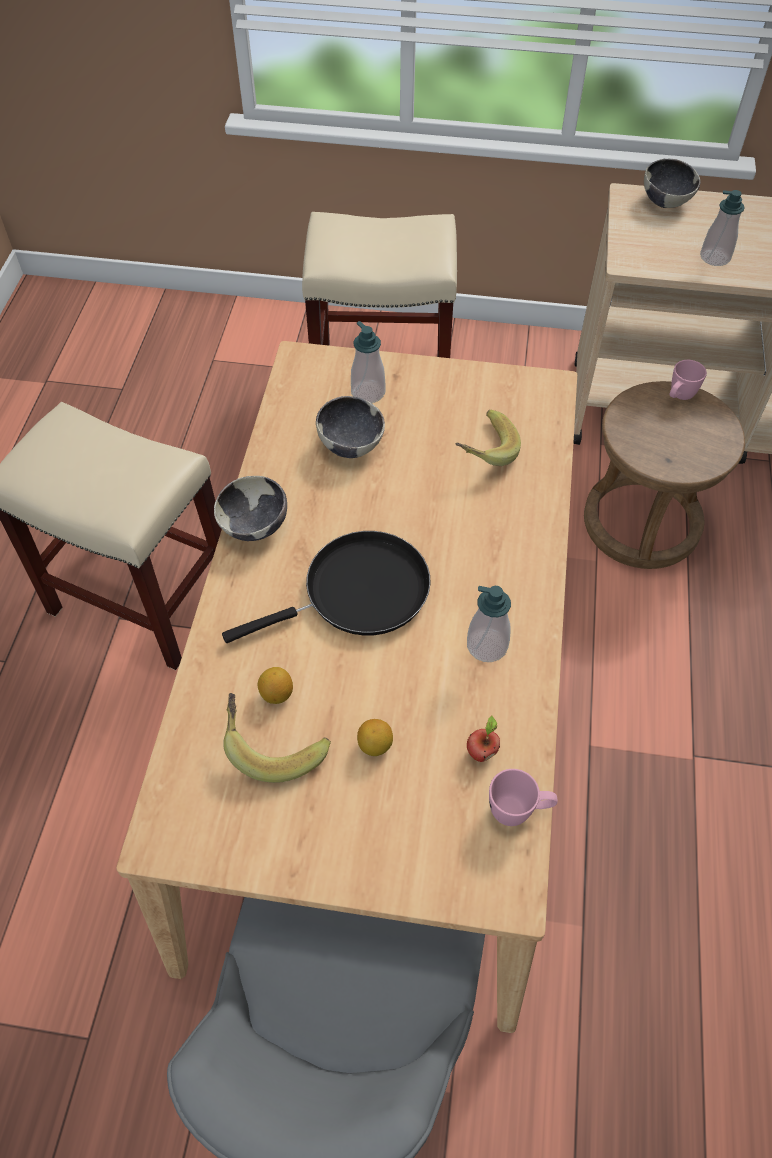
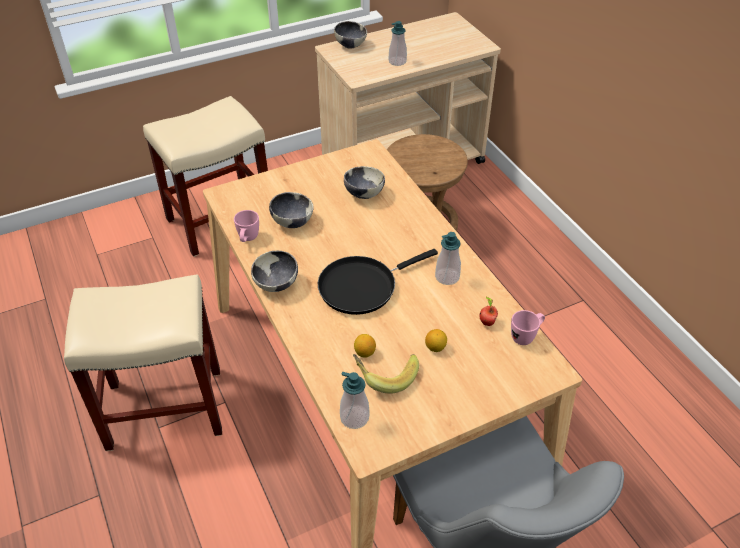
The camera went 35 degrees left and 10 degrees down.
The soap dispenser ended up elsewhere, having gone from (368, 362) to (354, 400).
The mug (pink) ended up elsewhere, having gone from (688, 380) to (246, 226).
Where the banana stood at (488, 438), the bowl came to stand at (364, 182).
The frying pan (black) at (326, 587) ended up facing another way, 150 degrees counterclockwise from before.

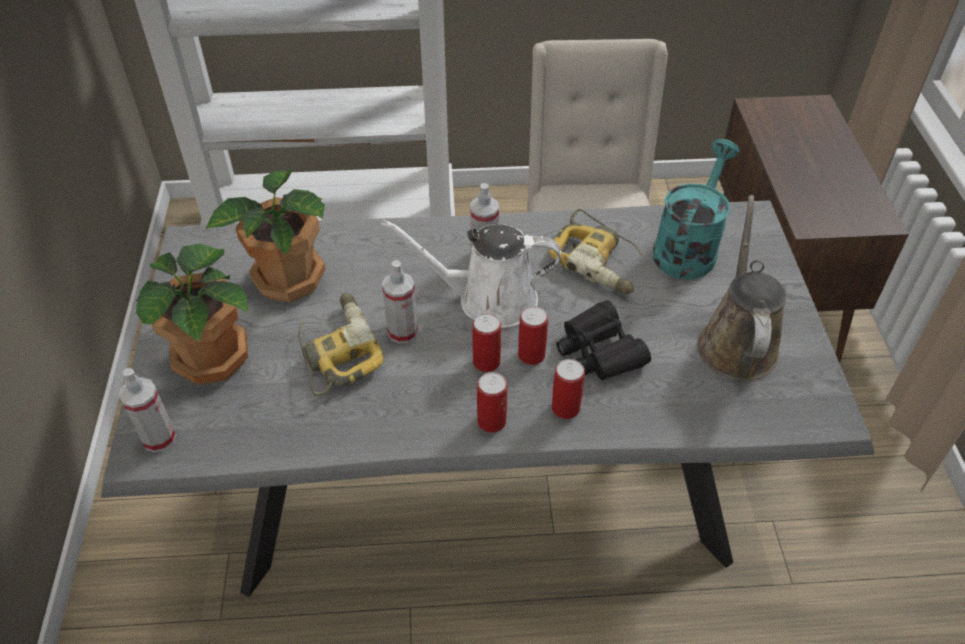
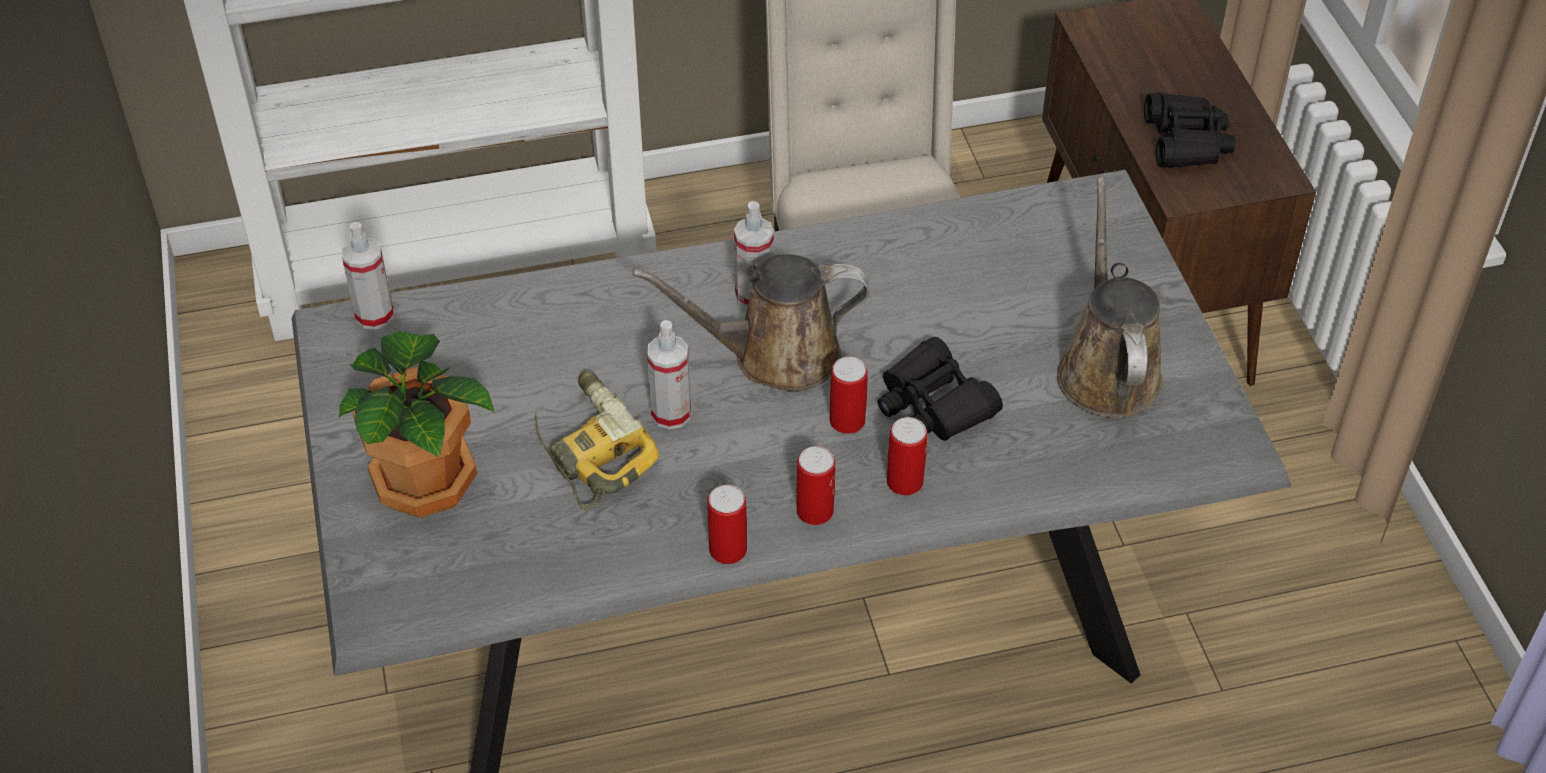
The camera went 10 degrees left and 0 degrees up.
The second view lost the potted plant at (265, 235).
The second view lost the power drill at (596, 251).
The second view lost the watering can (turquoise) at (696, 209).
The second view gained the binoculars (black) at (1189, 130).
The spray bottle ended up elsewhere, having gone from (147, 410) to (368, 276).
The can ended up elsewhere, having gone from (486, 342) to (727, 524).
What was the watering can (white) at (471, 274) turned into the watering can (brown) at (750, 323).

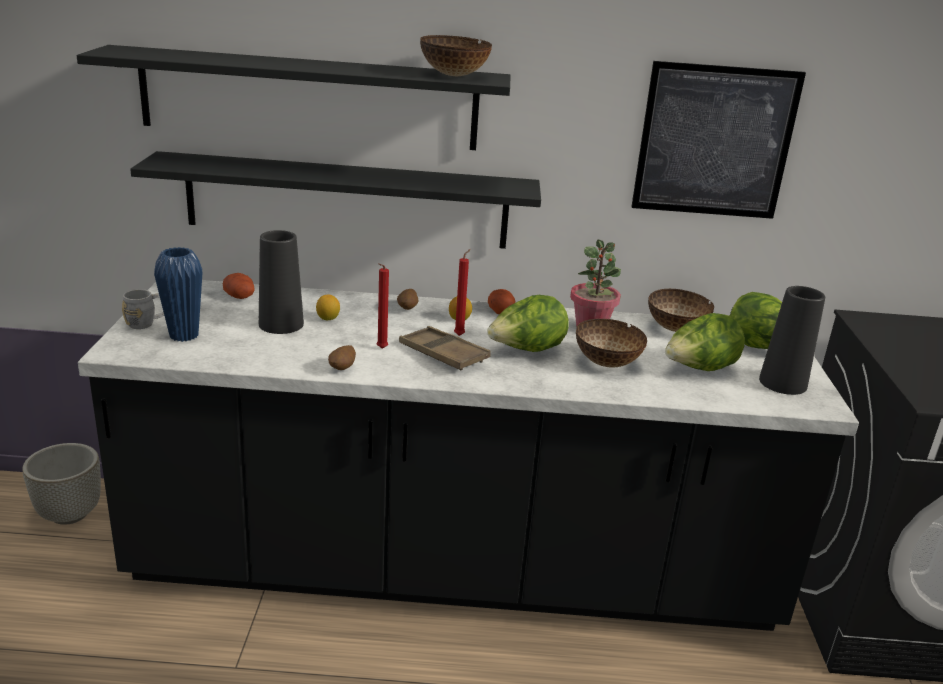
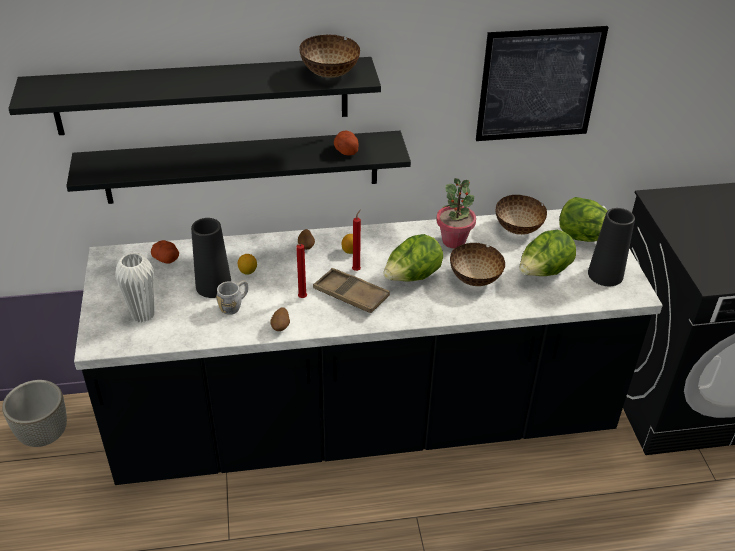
The camera went 10 degrees left and 15 degrees up.
The mug (grey) ended up elsewhere, having gone from (143, 309) to (232, 298).
The potato ended up elsewhere, having gone from (501, 302) to (346, 143).
What was the vase (blue) at (178, 294) turned into the vase (white) at (134, 288).

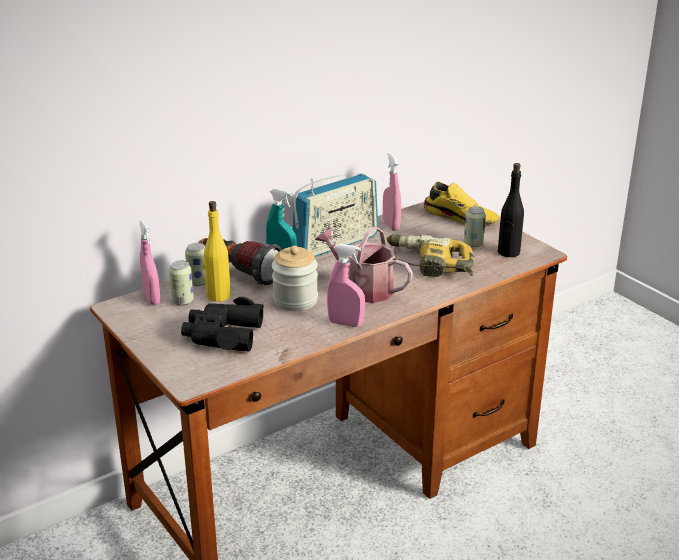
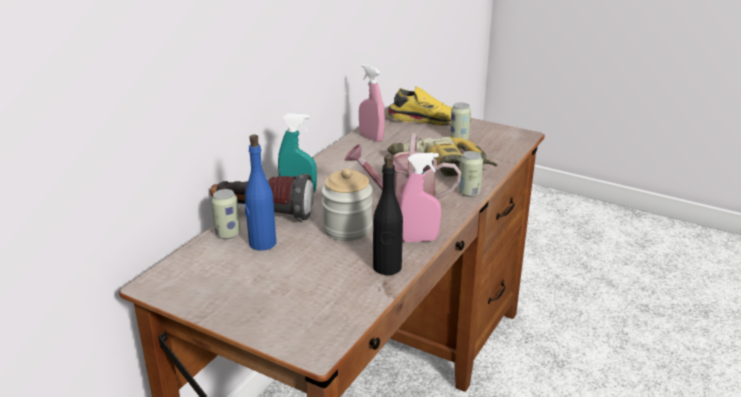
The camera went 25 degrees left and 0 degrees up.
The second view lost the spray bottle (pink) at (149, 262).
The second view lost the binoculars (black) at (222, 324).
The second view lost the radio at (335, 215).
The can ended up elsewhere, having gone from (181, 283) to (470, 174).
The bottle (black) ended up elsewhere, having gone from (511, 210) to (388, 214).
What was the bottle (yellow) at (217, 251) turned into the bottle (blue) at (260, 193).

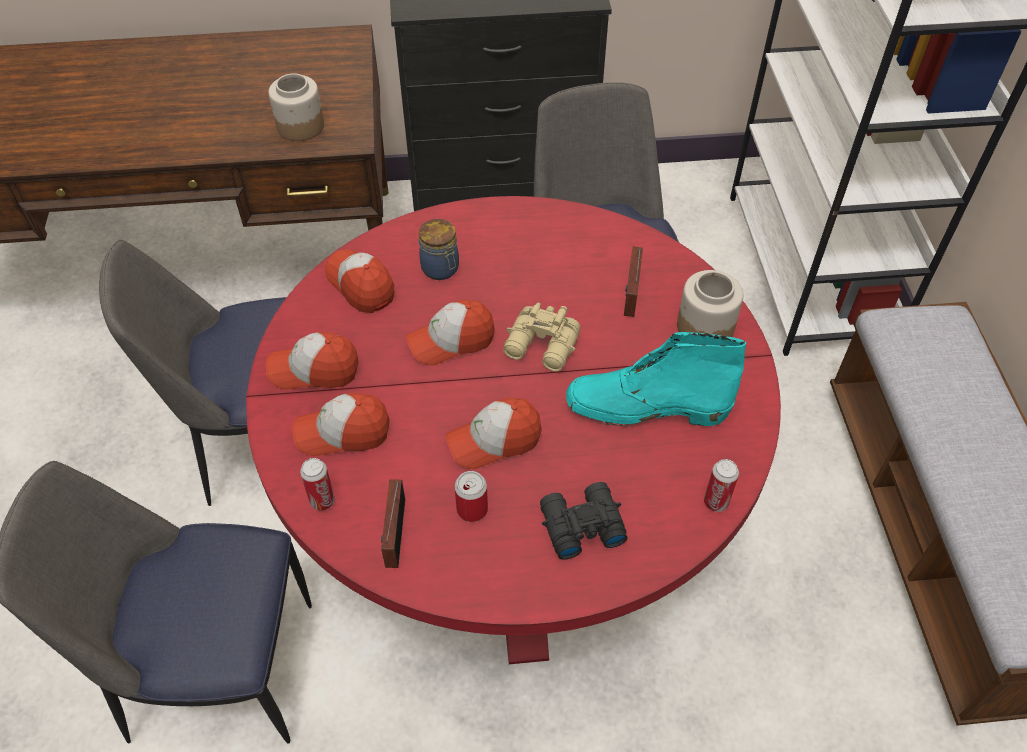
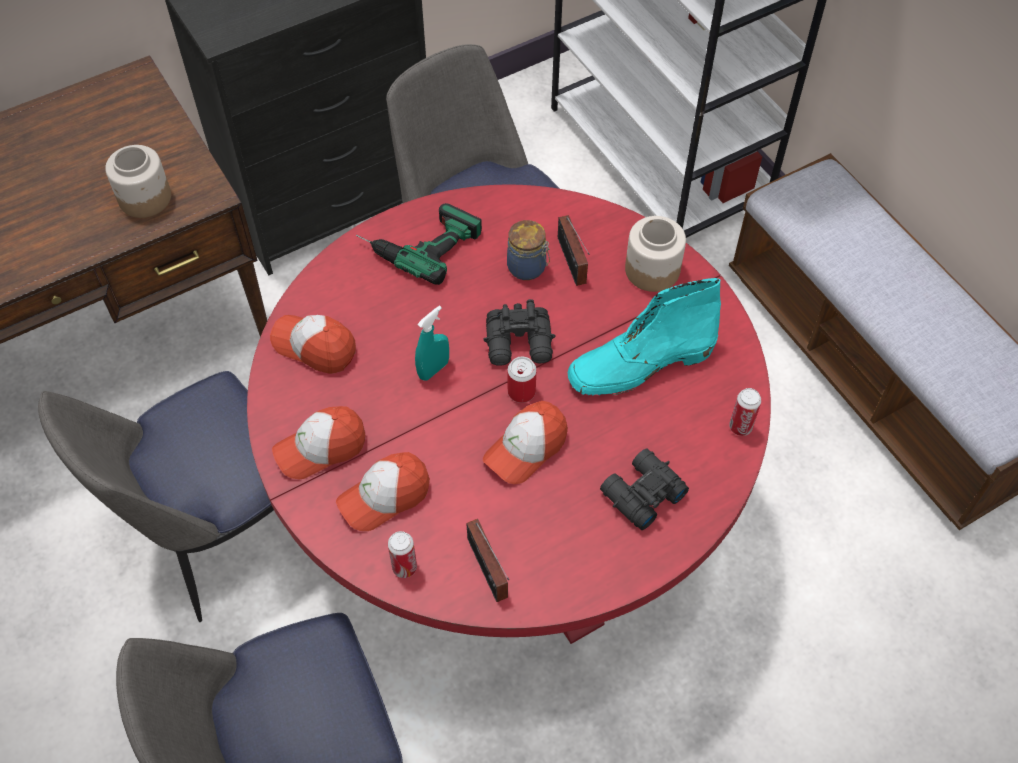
The camera went 25 degrees left and 5 degrees up.
The second view gained the power drill at (419, 244).
The jar ended up elsewhere, having gone from (439, 249) to (528, 250).
The can ended up elsewhere, having gone from (471, 496) to (522, 380).
Where the cap stood at (450, 333), the spray bottle (turquoise) came to stand at (432, 343).
What was the binoculars (beige) at (542, 337) turned into the binoculars (black) at (519, 332).

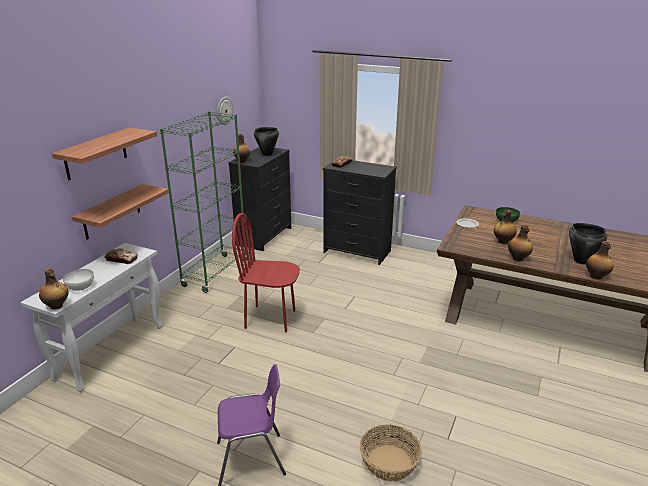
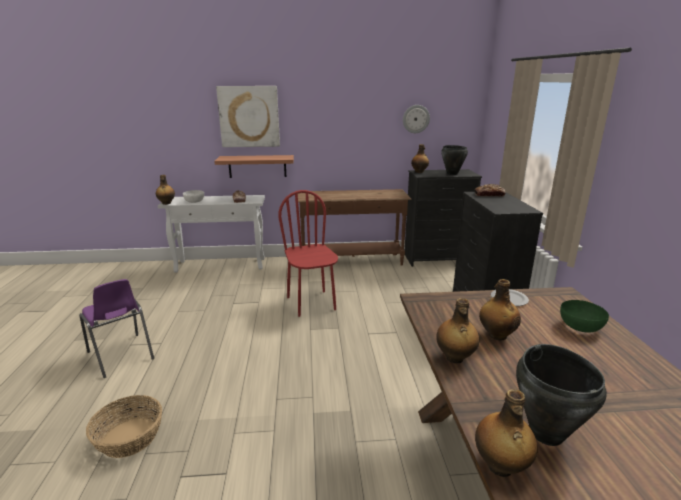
The camera went 60 degrees right and 5 degrees down.
Where the shelf hung at (104, 154), the picture came to hang at (248, 116).
Where the bookcase (green) stood at (203, 202), the console table (brown) came to stand at (355, 227).

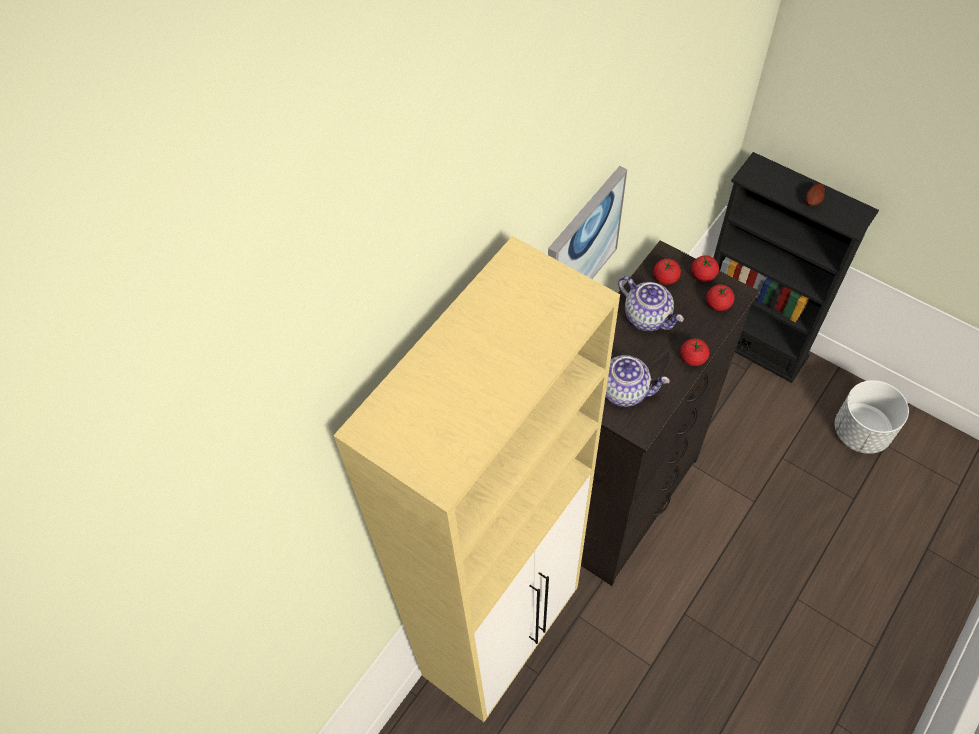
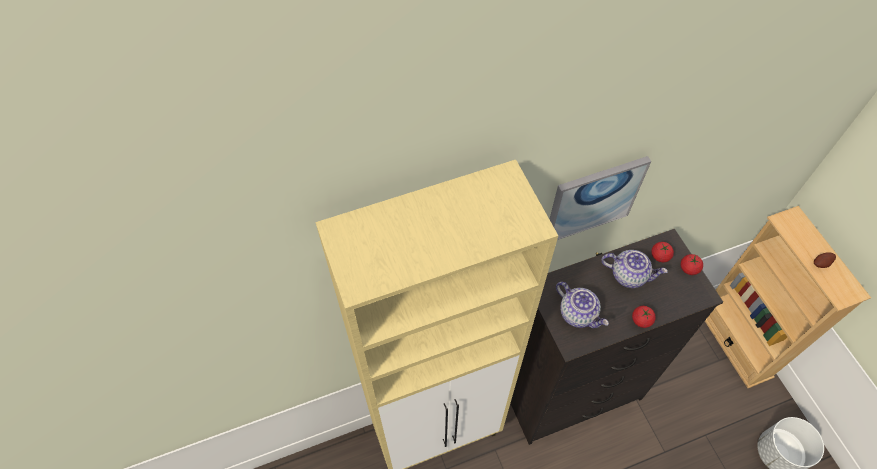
The camera went 30 degrees right and 0 degrees up.
The second view lost the tomato at (720, 297).
What was the bookcase (black) at (796, 267) turned into the bookcase (beige) at (788, 297).
The teapot at (651, 303) ended up facing another way, 60 degrees counterclockwise from before.

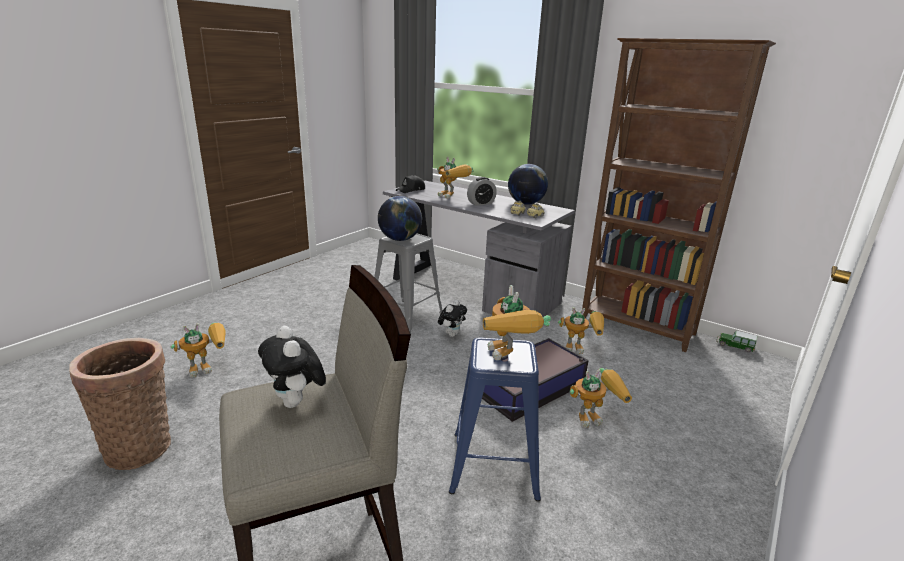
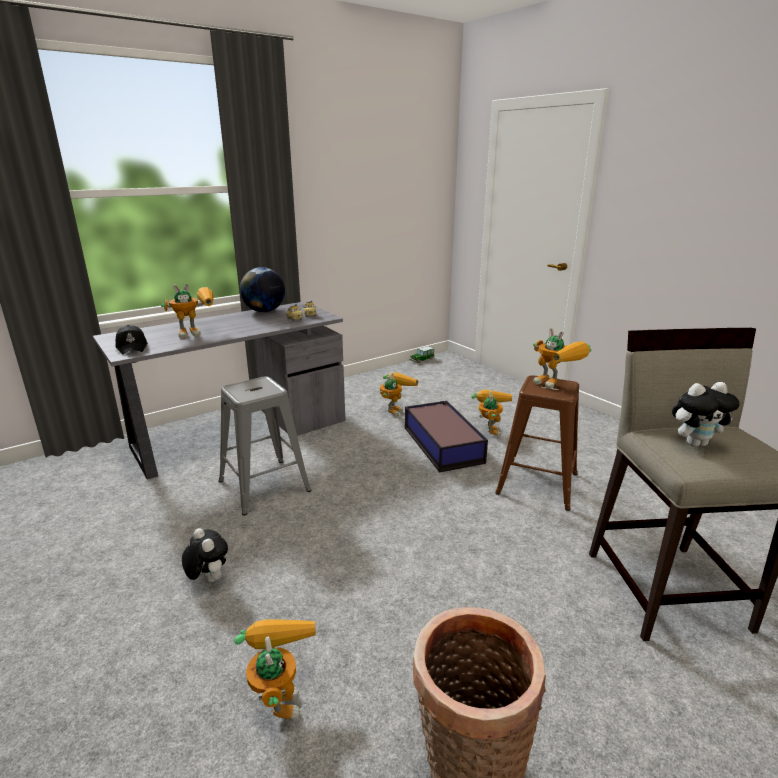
The camera went 70 degrees left and 0 degrees up.
The second view lost the globe at (400, 218).
The second view lost the alarm clock at (482, 191).
The second view lost the bookcase (brown) at (679, 195).
The plush toy ended up elsewhere, having gone from (452, 318) to (205, 555).
What was the stool (blue) at (495, 420) turned into the stool (brown) at (537, 443).
The toy robot at (517, 322) ended up facing another way, 45 degrees clockwise from before.

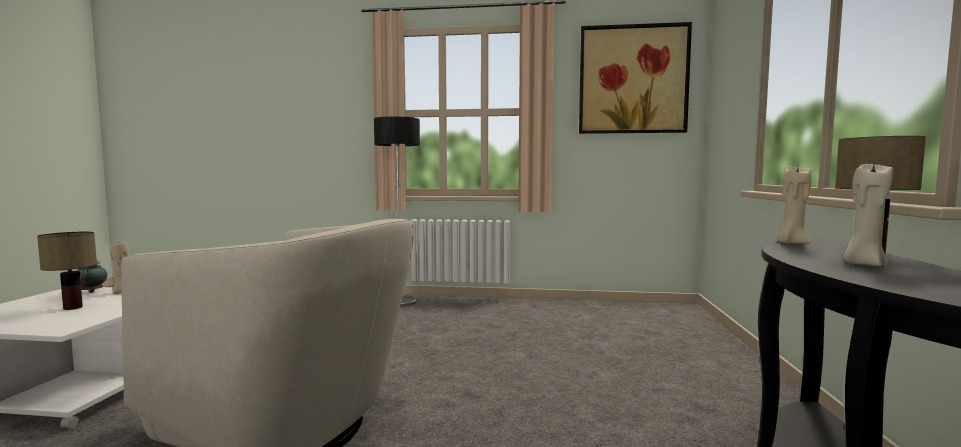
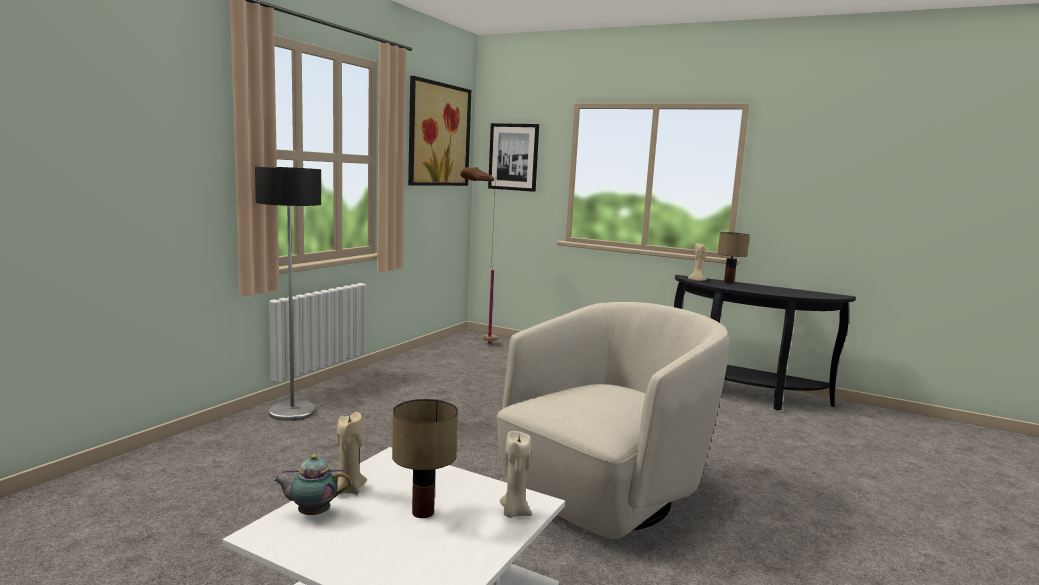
The camera went 70 degrees left and 5 degrees up.
The second view gained the floor lamp (brown) at (478, 255).
The second view gained the picture at (513, 157).
The candle (beige) ended up elsewhere, having gone from (867, 215) to (516, 474).

